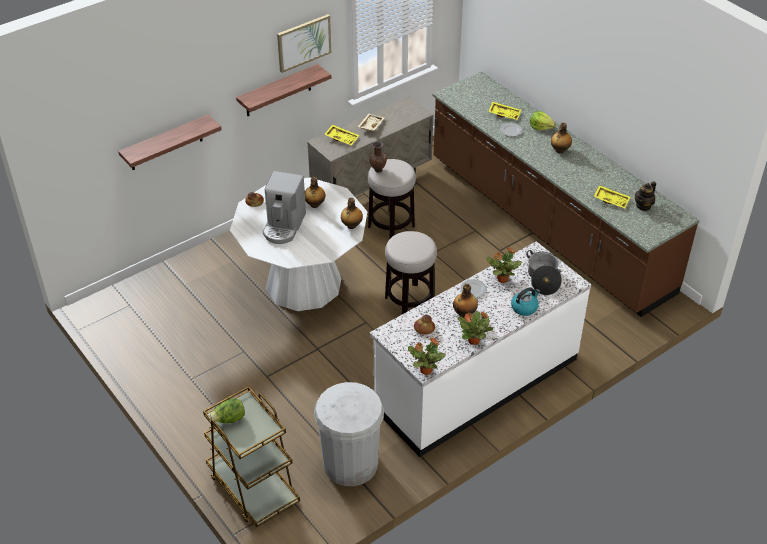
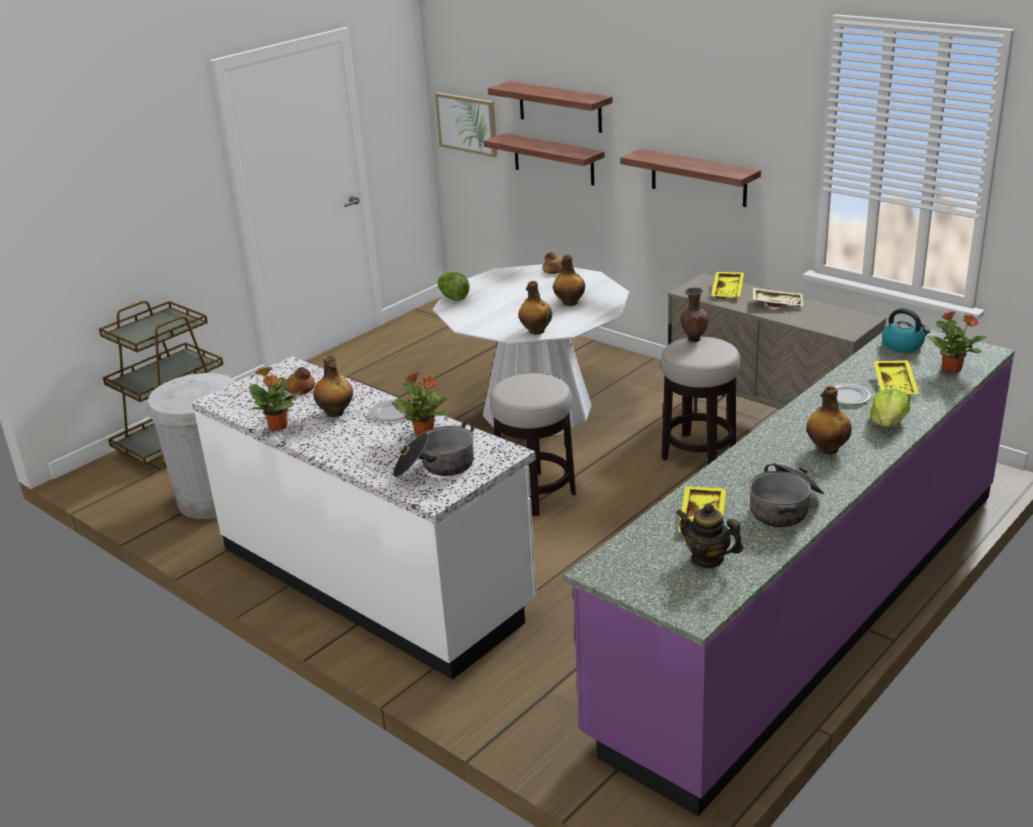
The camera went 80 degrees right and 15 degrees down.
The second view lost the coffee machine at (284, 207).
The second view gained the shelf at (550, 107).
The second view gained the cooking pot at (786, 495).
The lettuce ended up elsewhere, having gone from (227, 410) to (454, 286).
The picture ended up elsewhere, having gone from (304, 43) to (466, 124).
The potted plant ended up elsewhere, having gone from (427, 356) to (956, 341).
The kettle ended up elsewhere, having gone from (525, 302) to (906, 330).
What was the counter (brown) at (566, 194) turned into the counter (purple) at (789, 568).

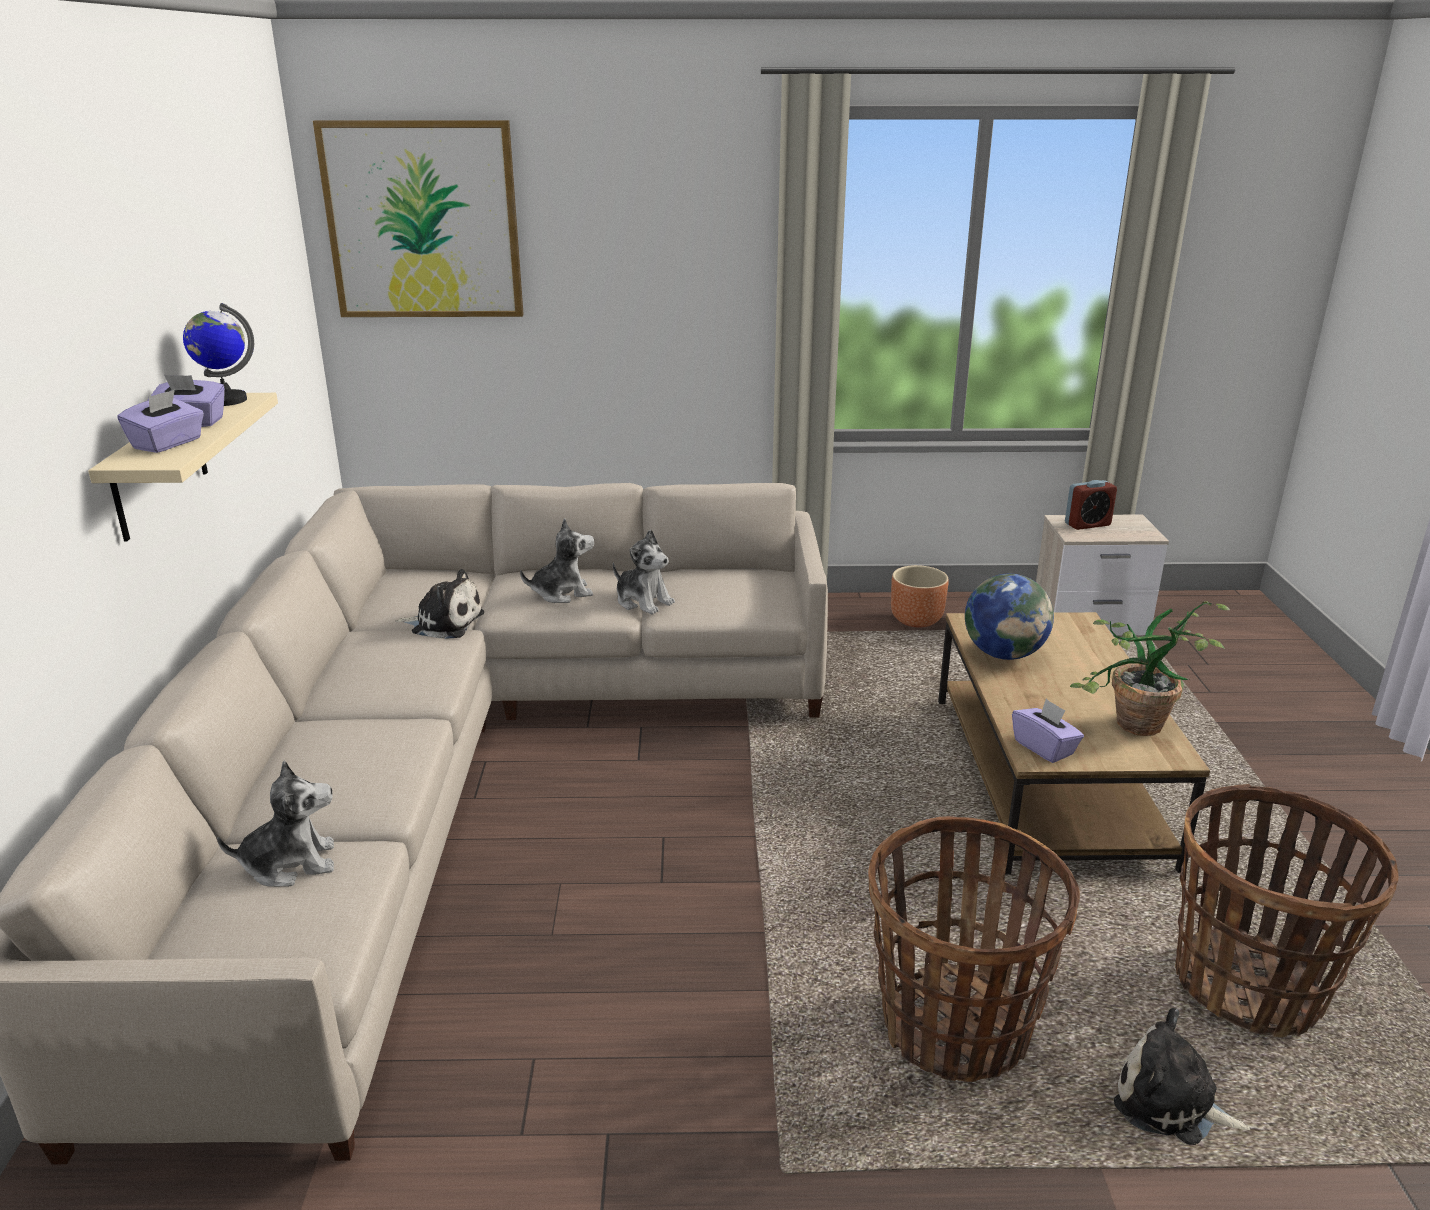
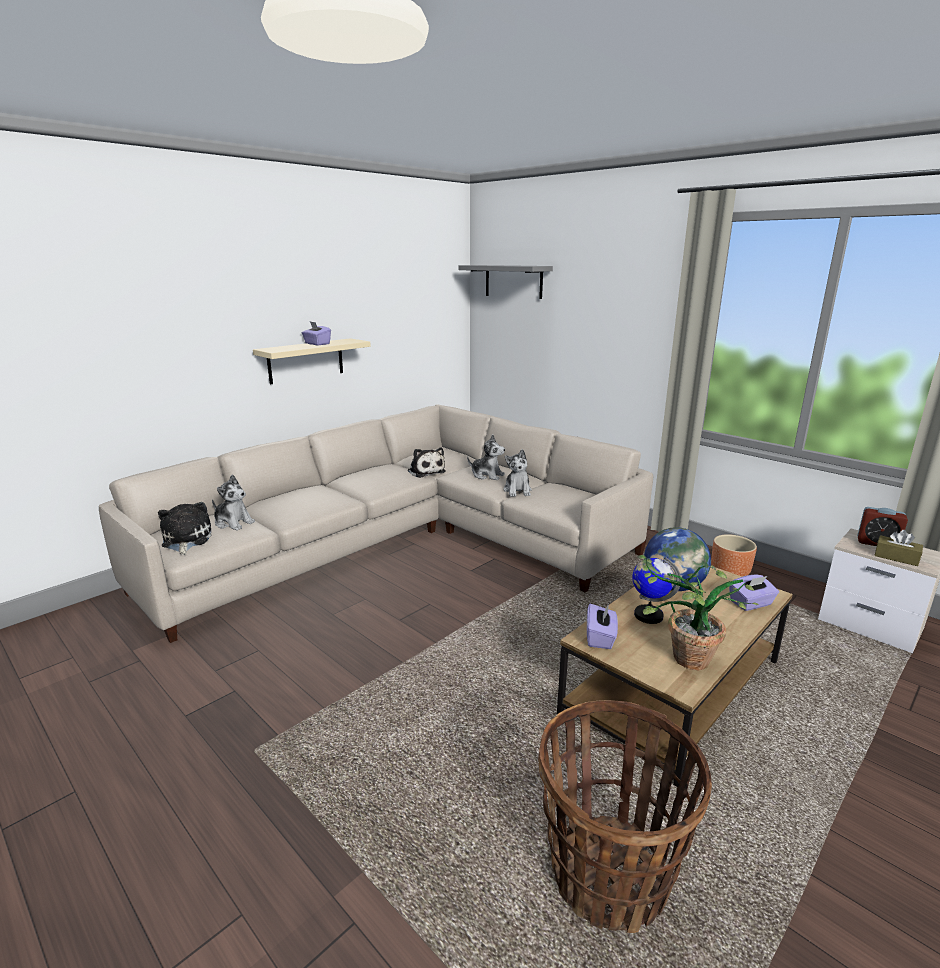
The camera went 45 degrees right and 5 degrees down.
The second view lost the basket at (974, 949).
The second view gained the tissue box (brown) at (898, 548).
The tissue box (purple) ended up elsewhere, having gone from (161, 421) to (754, 592).
The globe ended up elsewhere, having gone from (218, 354) to (656, 590).
The plush toy ended up elsewhere, having gone from (1182, 1076) to (185, 528).
Where the picture hung at (418, 218), the shelf (grey) came to hang at (506, 282).

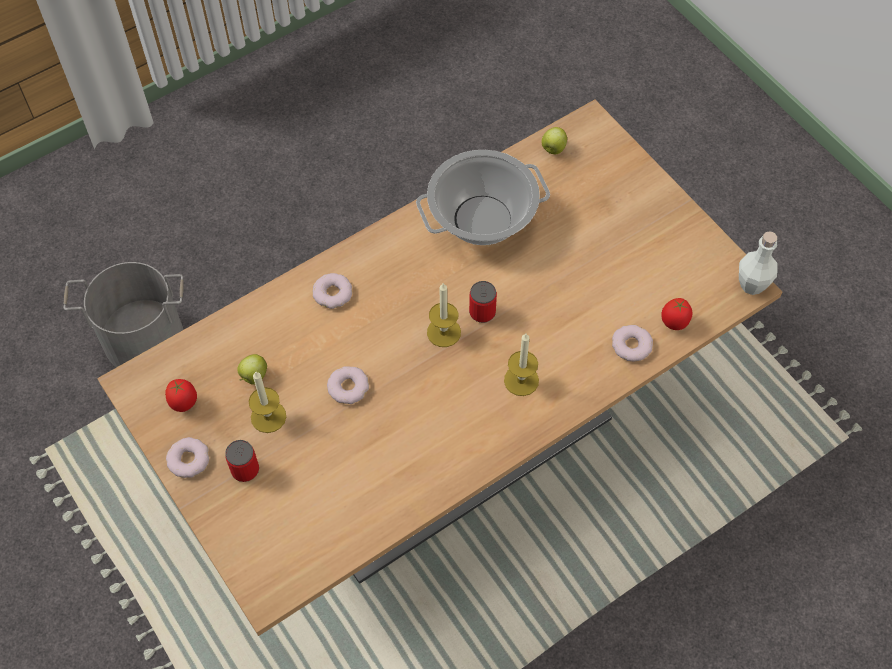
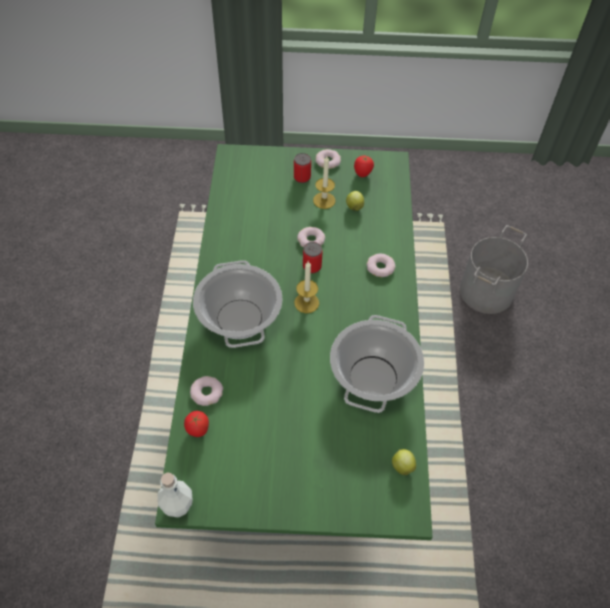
The camera went 125 degrees right and 5 degrees down.
The can ended up elsewhere, having gone from (483, 302) to (313, 257).
Where the candle stood at (521, 365), the cooking pot came to stand at (238, 304).
What was the dining table (beige) at (439, 367) turned into the dining table (green) at (294, 342).

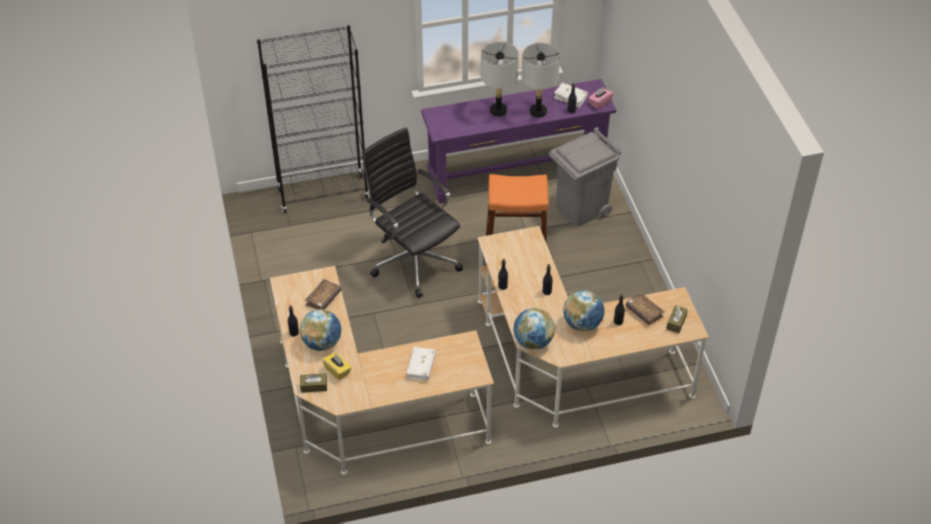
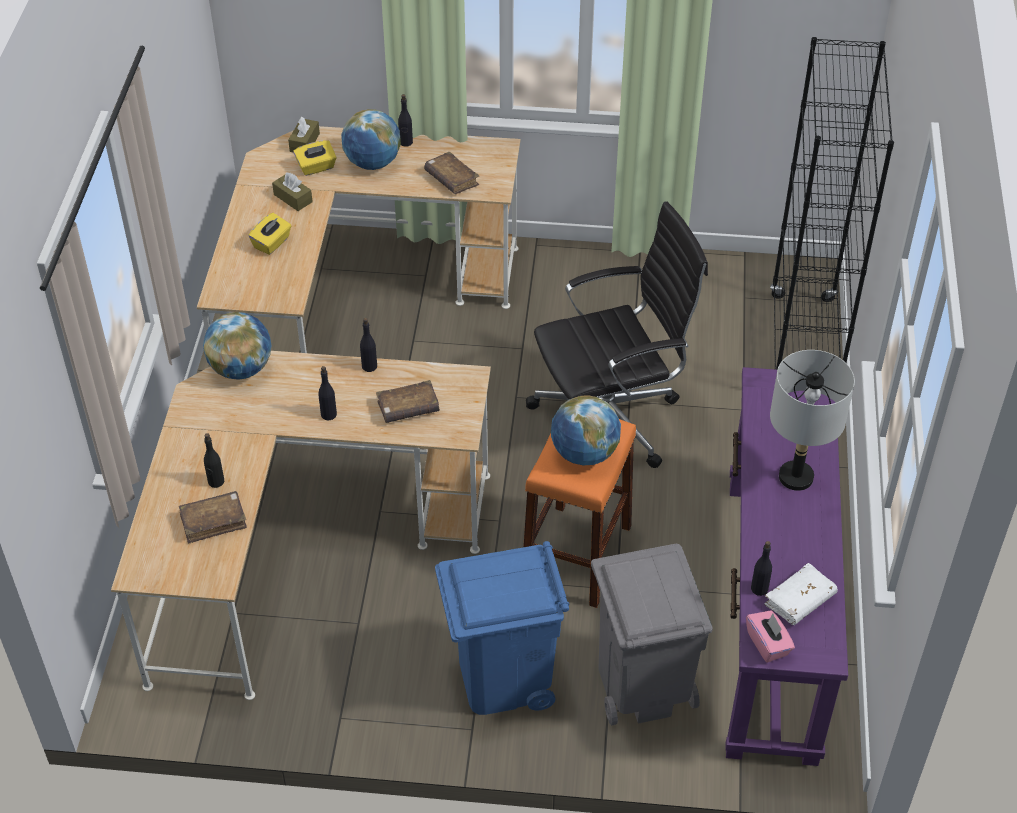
The camera went 110 degrees right and 0 degrees up.
The second view lost the table lamp (grey) at (541, 80).
The second view gained the book (brown) at (408, 401).
The second view gained the trash can (blue) at (502, 628).
The globe ended up elsewhere, having gone from (584, 310) to (586, 430).
The tissue box (brown) ended up elsewhere, having gone from (677, 319) to (292, 192).
Where the book (white) stood at (421, 363), the tissue box (yellow) came to stand at (269, 234).

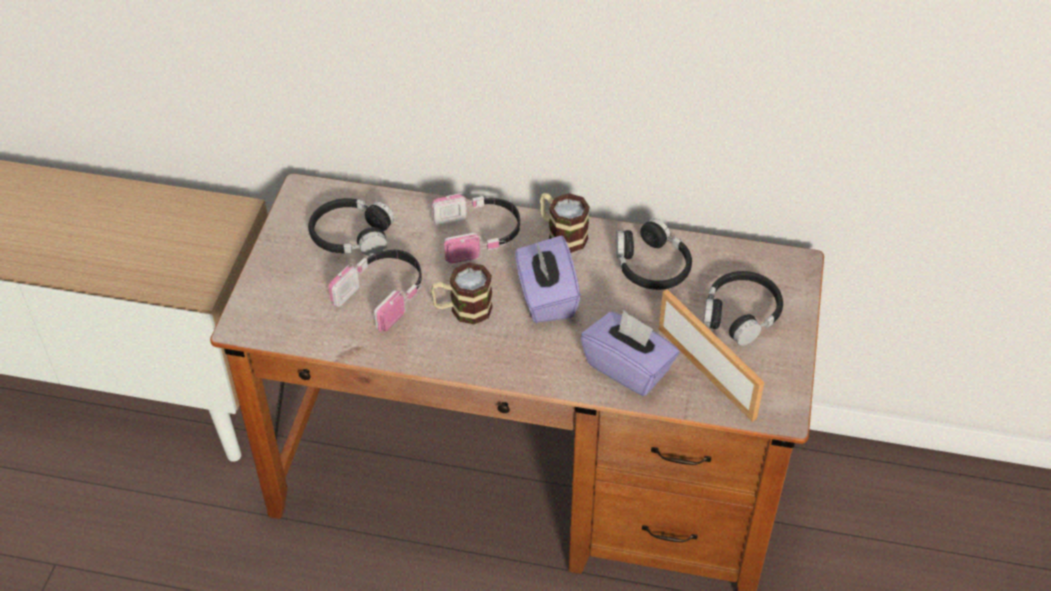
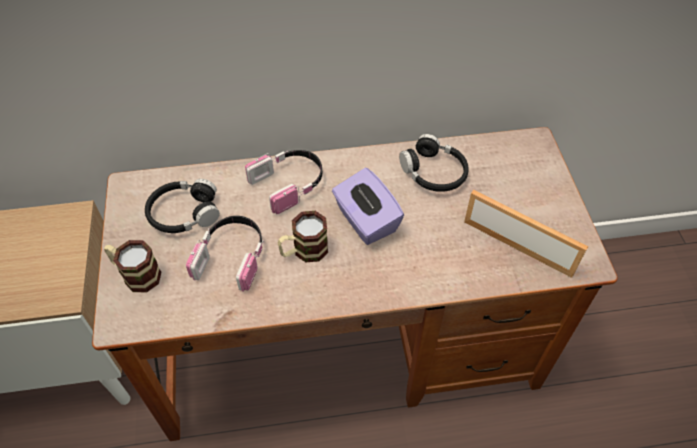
The camera went 20 degrees left and 5 degrees up.
The second view lost the tissue box (purple) at (630, 353).
The second view lost the headphones (black) at (743, 308).
The mug ended up elsewhere, having gone from (565, 223) to (133, 266).

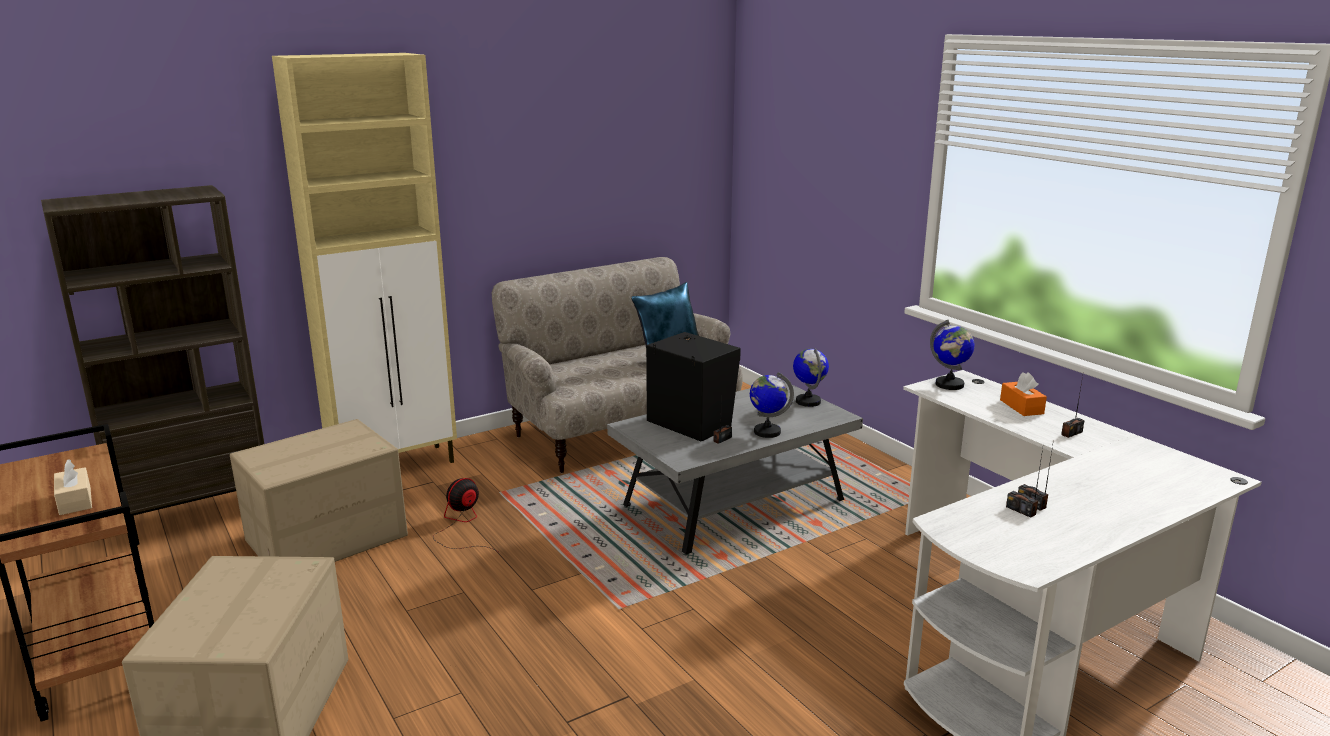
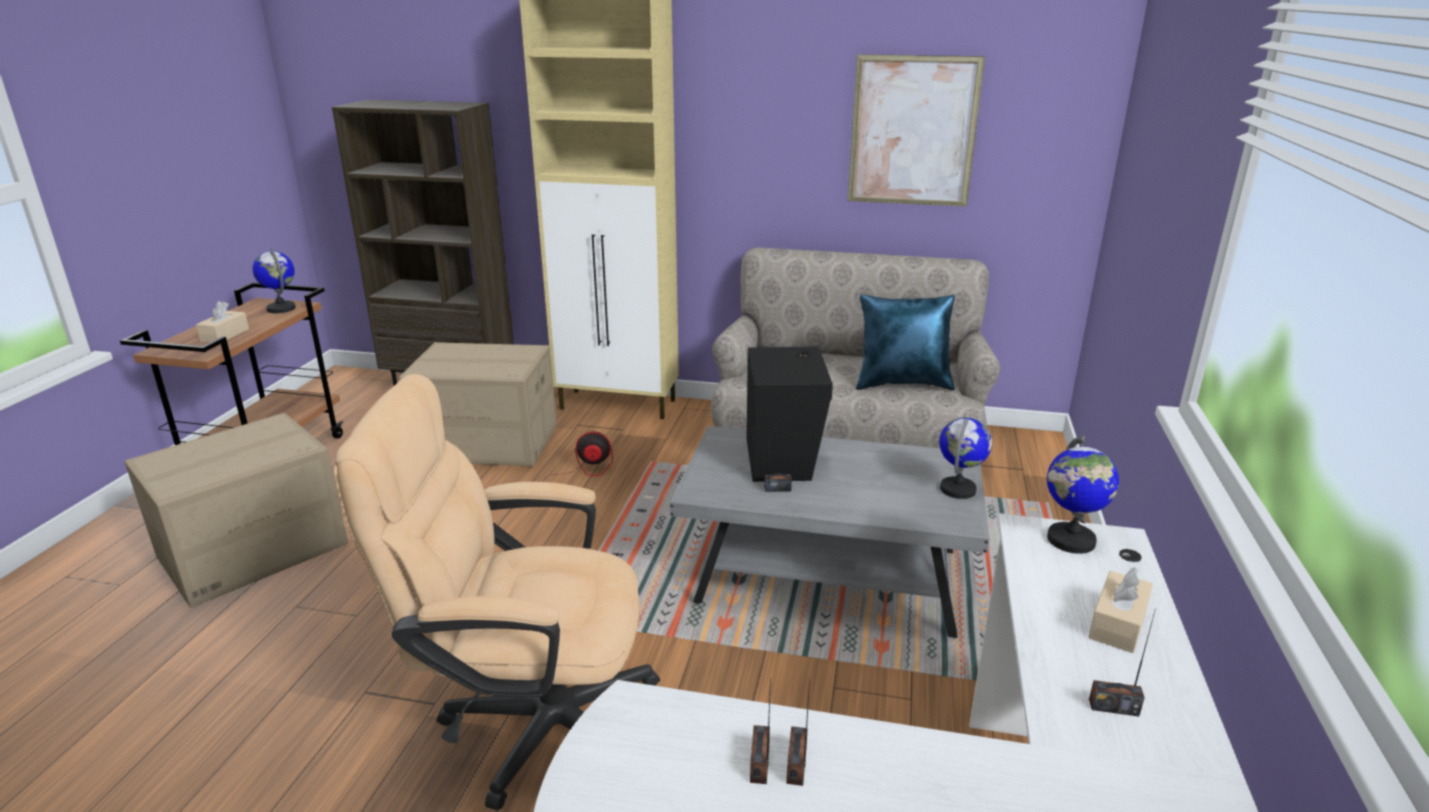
The camera went 45 degrees right and 5 degrees up.
The second view gained the office chair (beige) at (497, 592).
The second view gained the picture at (916, 130).
The globe ended up elsewhere, having gone from (772, 405) to (274, 281).
What was the tissue box (orange) at (1023, 394) turned into the tissue box (beige) at (1120, 610).

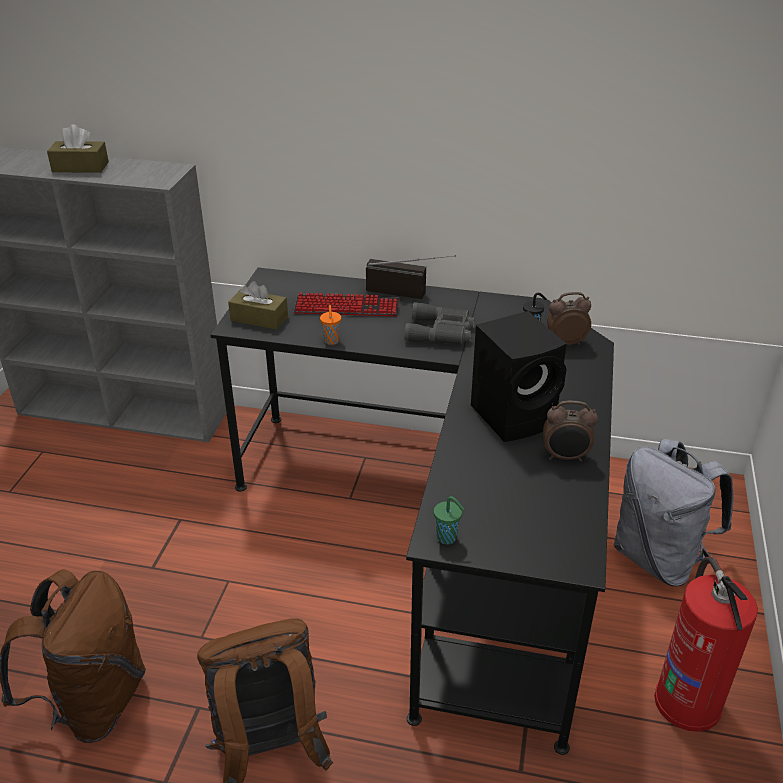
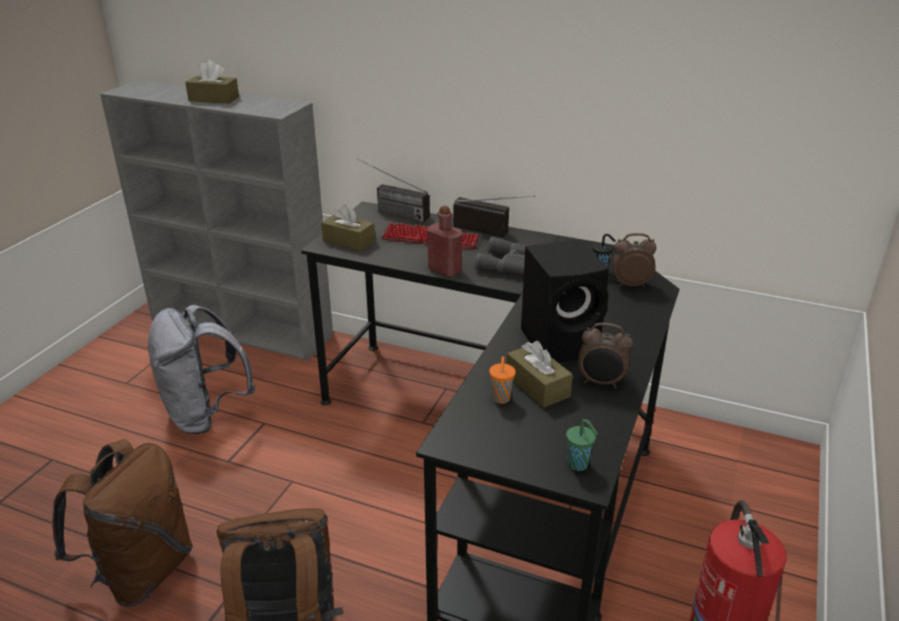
The camera went 10 degrees right and 5 degrees down.
The second view gained the radio at (393, 191).
The second view gained the bottle (red) at (445, 241).
The second view gained the tissue box (brown) at (540, 374).
The cup (orange) ended up elsewhere, having gone from (330, 325) to (502, 380).
The cup (green) ended up elsewhere, having gone from (449, 520) to (582, 445).
The backpack (grey) ended up elsewhere, having gone from (673, 512) to (201, 369).

